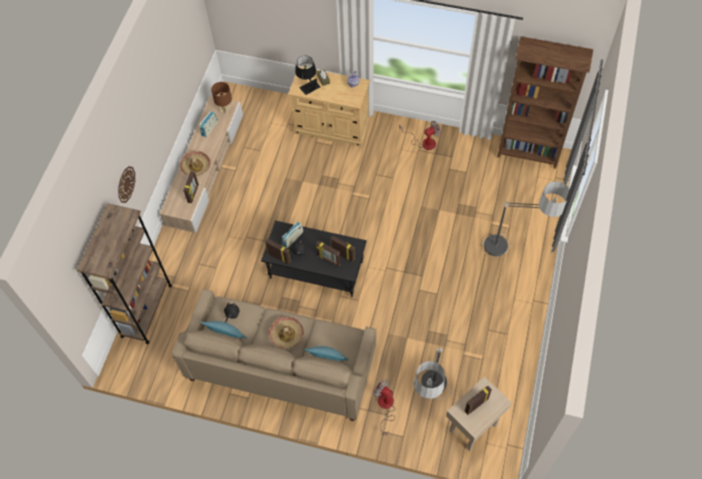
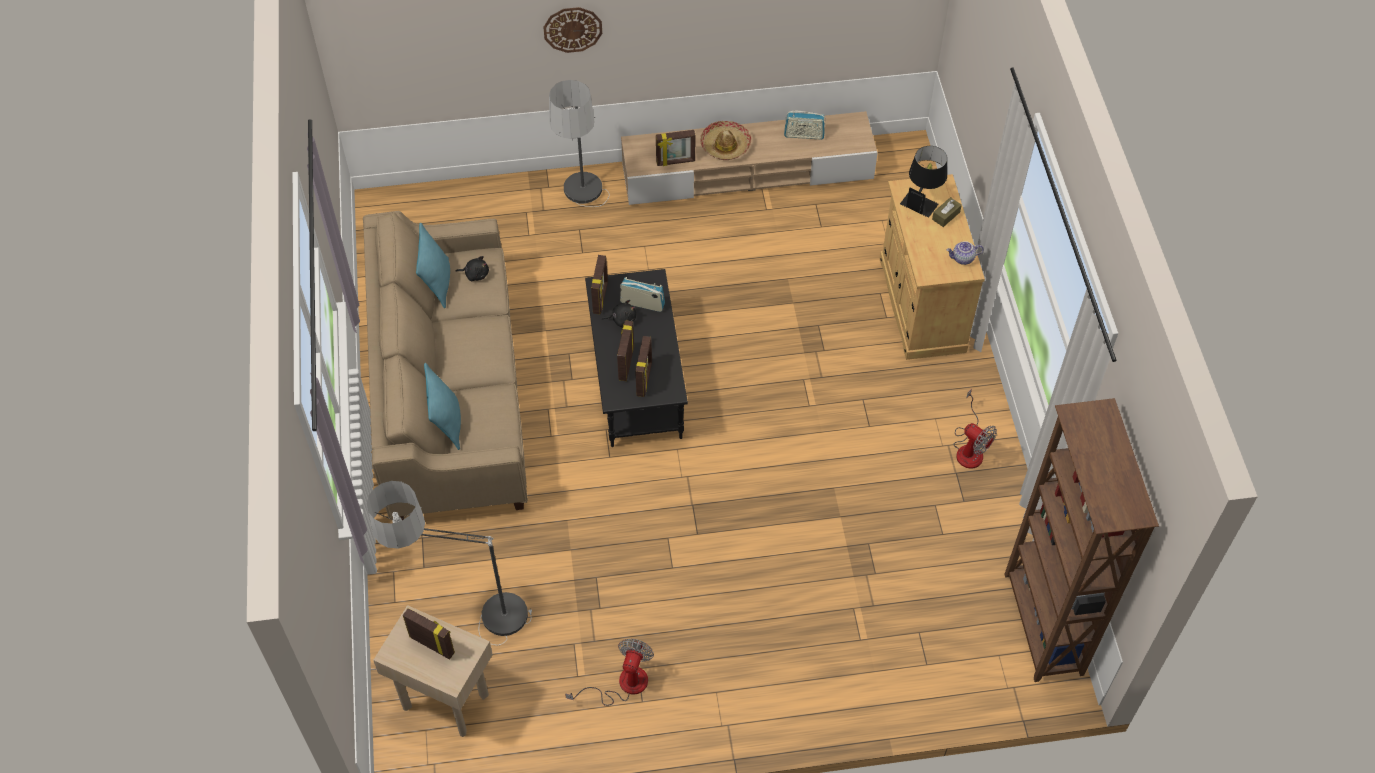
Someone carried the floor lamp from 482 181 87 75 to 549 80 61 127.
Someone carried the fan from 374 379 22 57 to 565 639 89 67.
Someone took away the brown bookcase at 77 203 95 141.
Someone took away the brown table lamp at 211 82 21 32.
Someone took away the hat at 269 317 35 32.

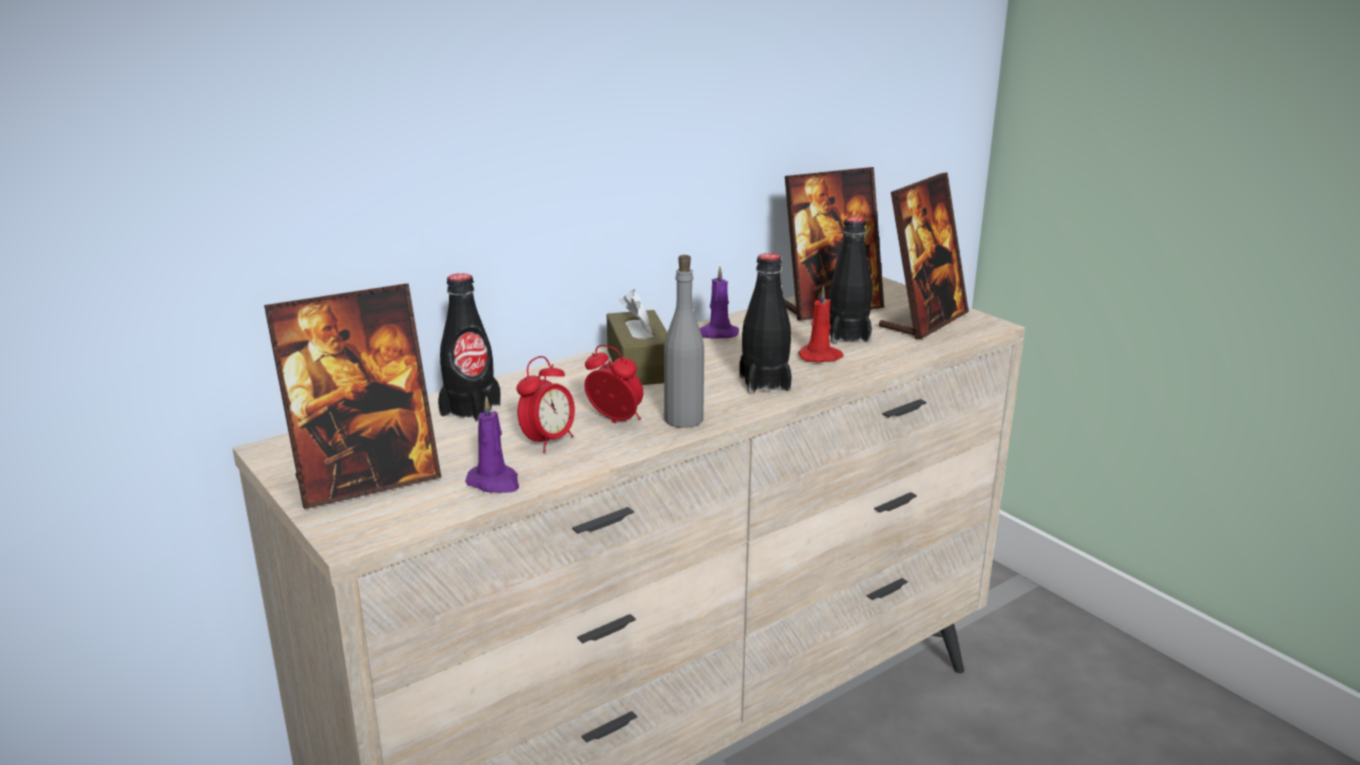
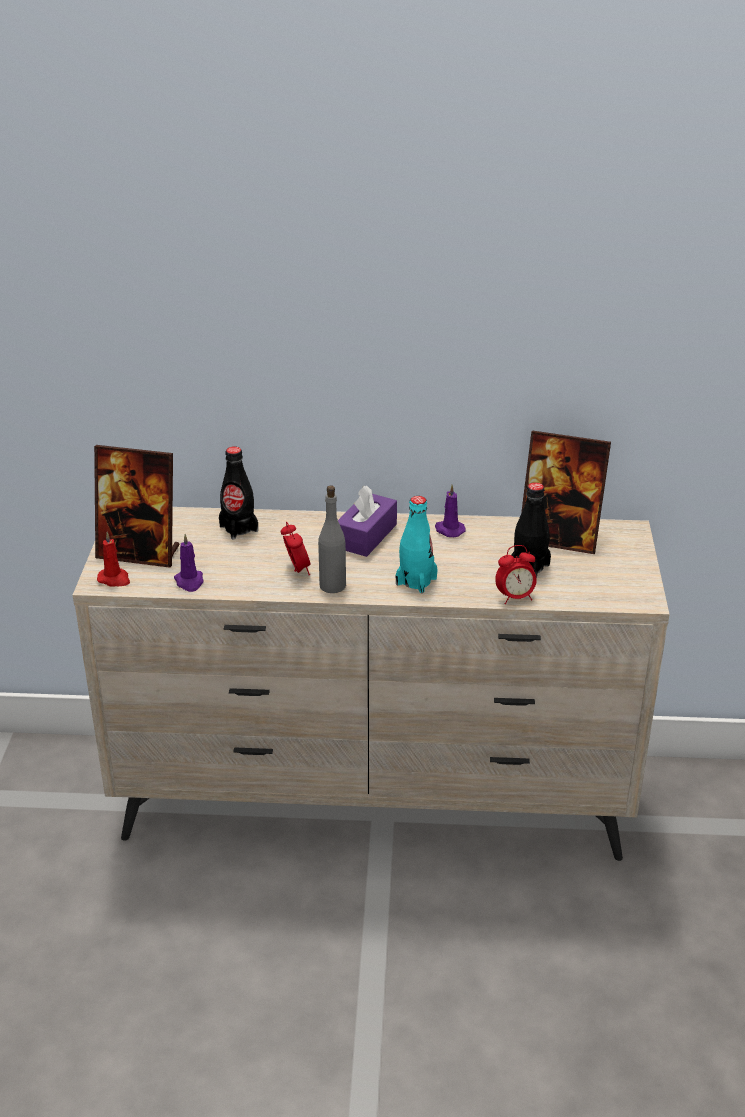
Someone carried the red candle from 798 286 46 76 to 97 532 33 55.
Someone repainted the brown tissue box at 607 289 60 96, which became the purple tissue box at 338 485 59 72.
Someone repainted the black bottle at 739 253 53 141, which became the turquoise bottle at 396 496 42 97.
Someone carried the alarm clock from 516 356 59 97 to 495 545 42 59.
Someone took away the picture frame at 879 172 90 167.

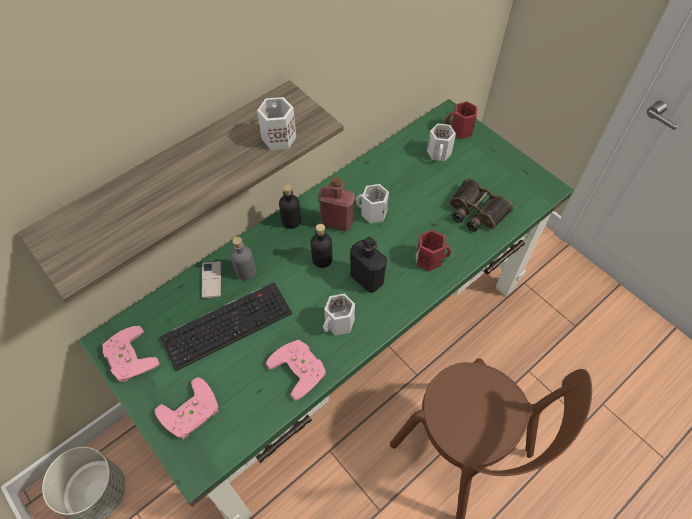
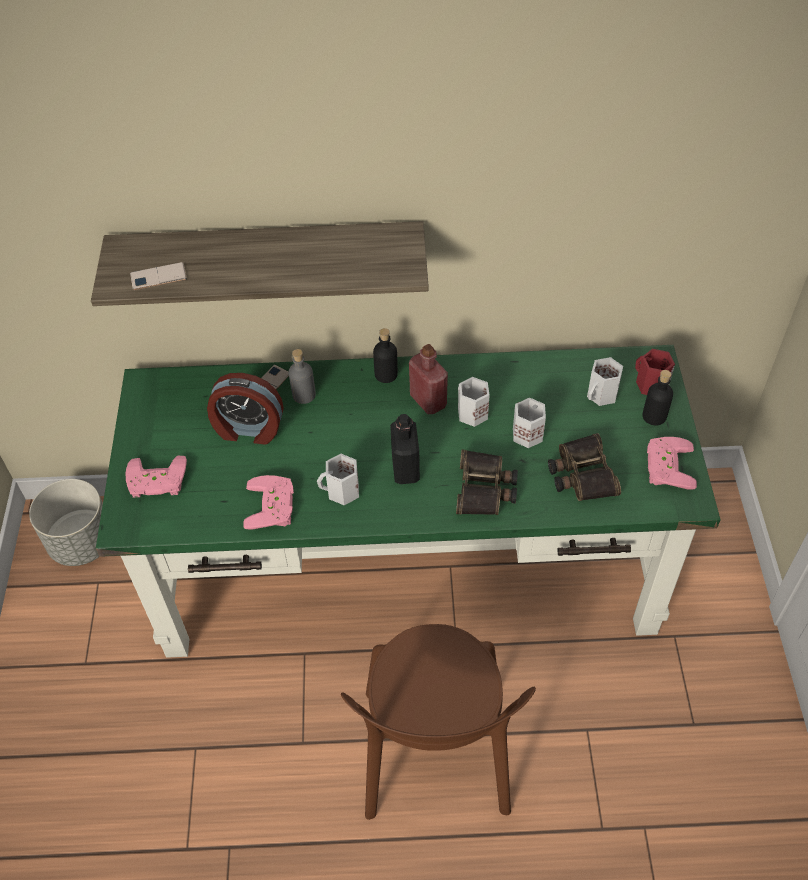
Someone put down the phone at 130 262 57 28.
Someone swapped the keyboard at 160 282 132 90 for the alarm clock at 207 373 77 72.
Someone swapped the red mug at 416 230 36 41 for the binoculars at 456 450 62 65.
Someone carried the white mug from 257 97 39 53 to 513 398 33 50.
Someone carried the black bottle from 311 224 22 44 to 642 370 31 56.
Someone carried the pink game controller from 102 326 58 56 to 647 437 50 53.

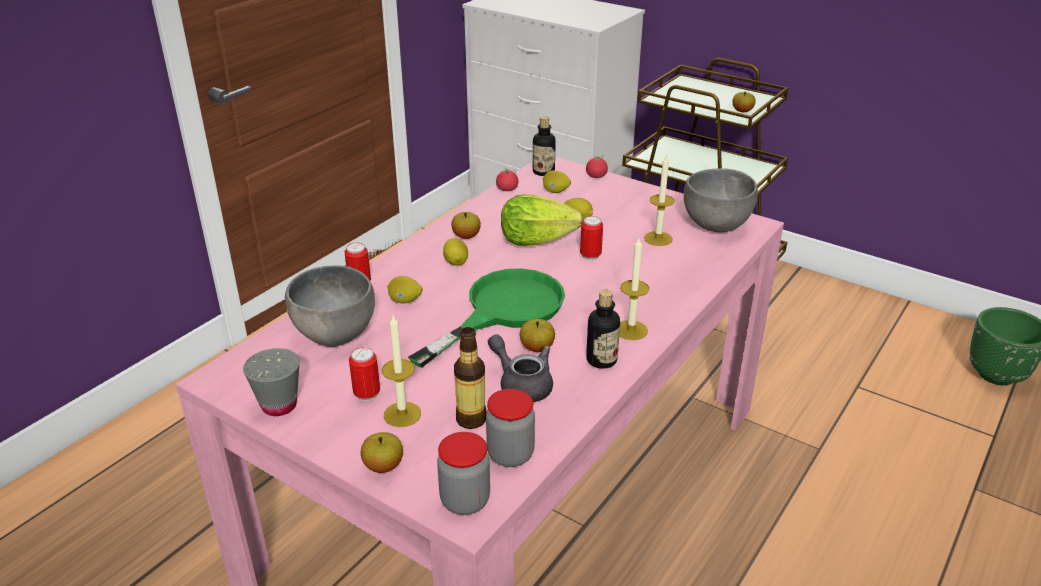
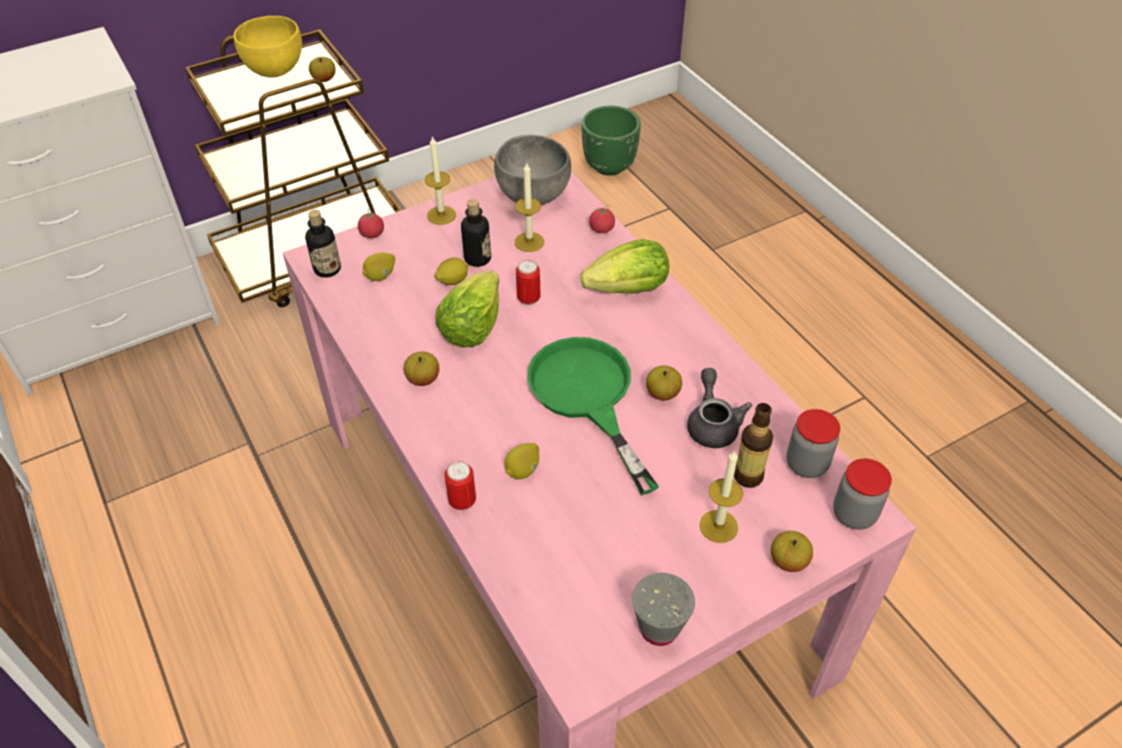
Someone put down the yellow bowl at 233 16 69 62.
Someone carried the candle from 619 238 30 102 to 425 135 31 90.
Someone carried the bottle from 586 289 34 80 to 461 199 30 68.
Someone put down the lettuce at 580 239 89 55.
Someone carried the tomato from 496 167 22 24 to 589 205 26 28.
Someone rotated the grey teapot at 488 334 65 68 by 105 degrees clockwise.
Someone took away the grey bowl at 285 266 90 81.
Someone took away the can at 349 347 31 54.
Someone took away the lemon at 443 238 25 28.

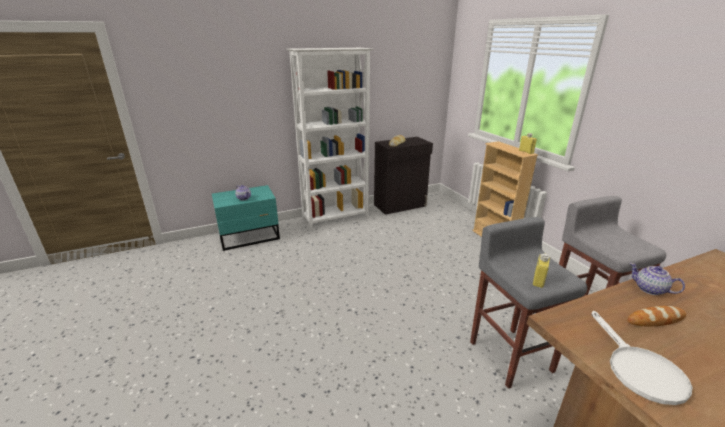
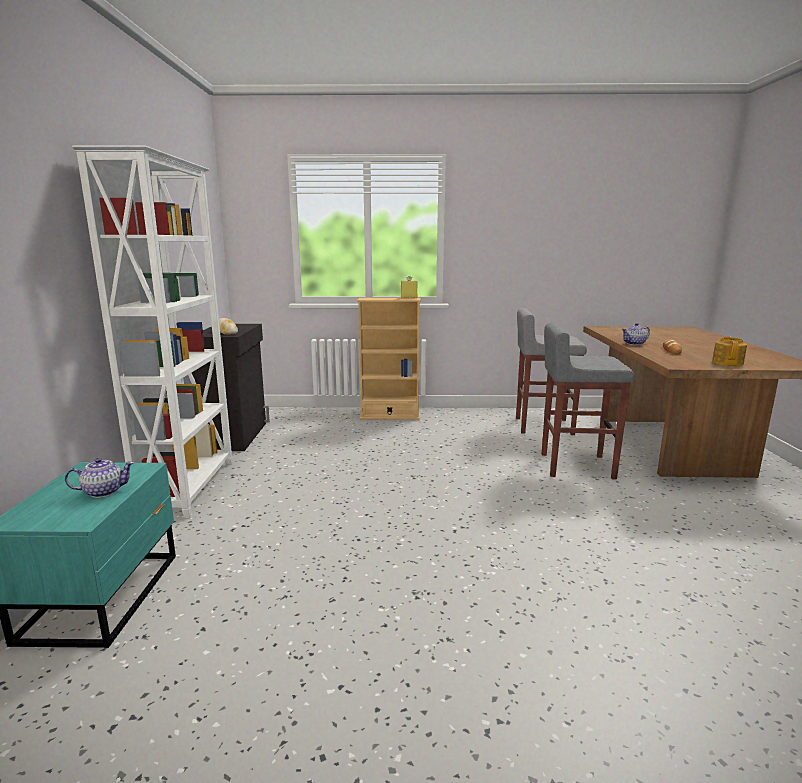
Someone swapped the white frying pan at 591 311 102 94 for the teapot at 712 336 35 30.
Someone took away the yellow bottle at 533 253 17 35.

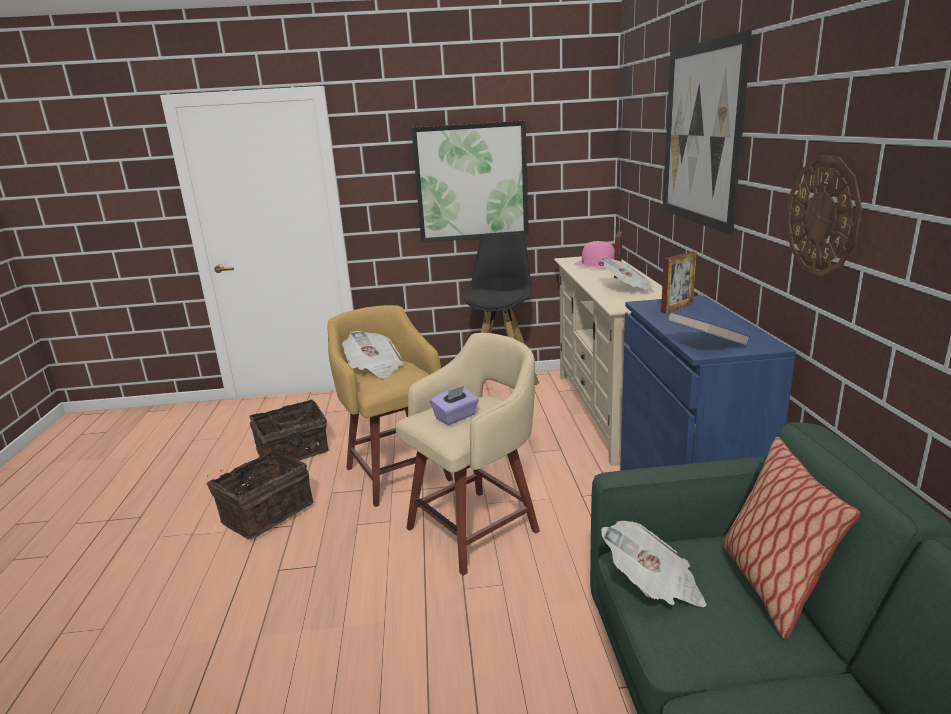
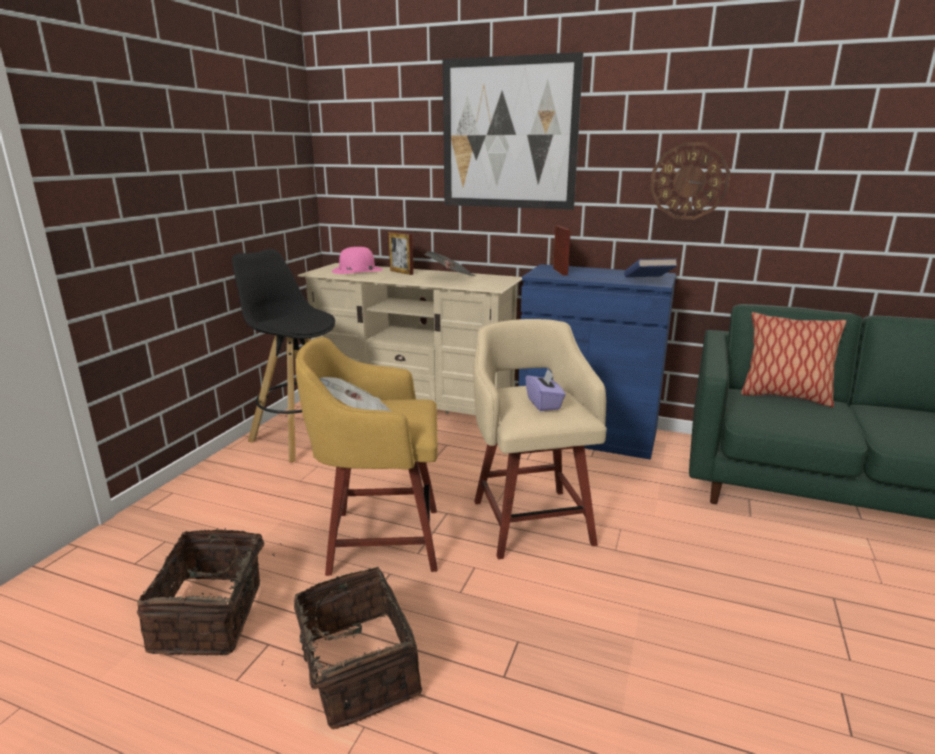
Someone took away the picture at 412 121 117 122.
Someone took away the newspaper at 601 521 106 86.

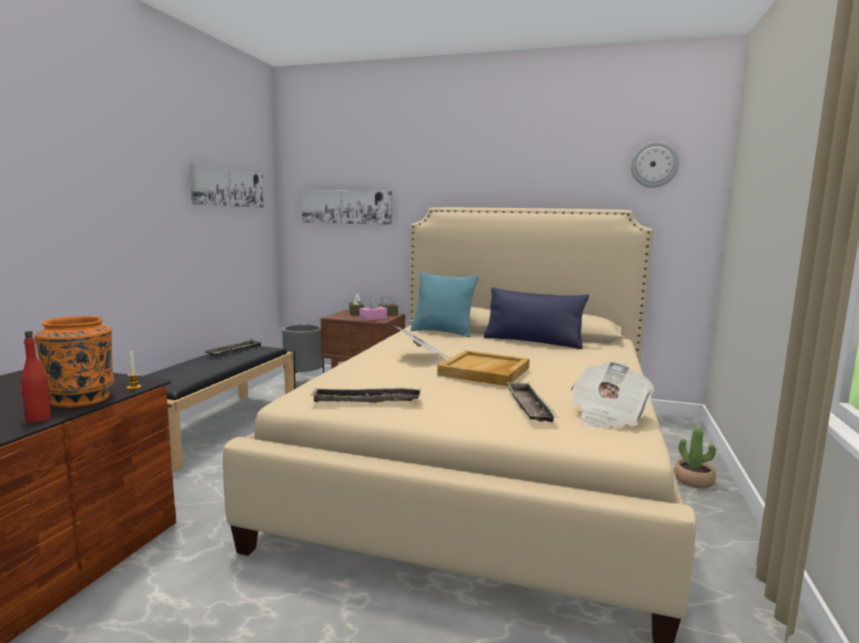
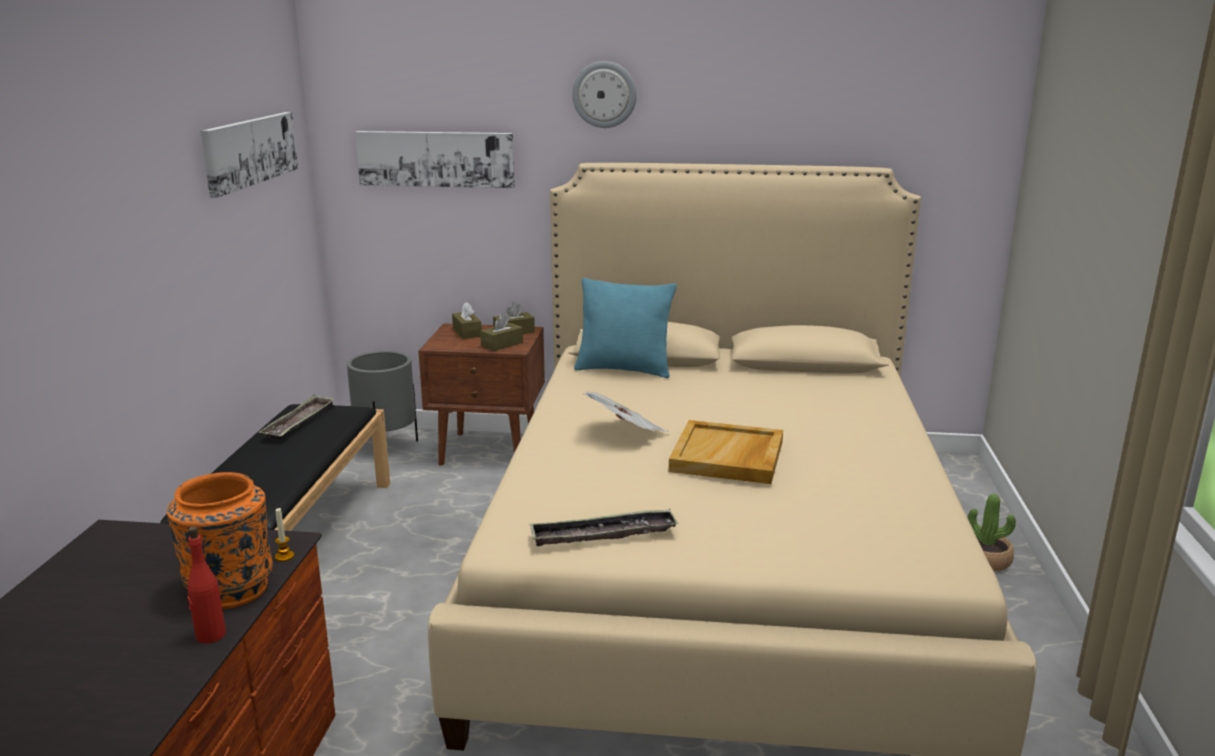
Someone repainted the pink tissue box at 360 298 27 23, which became the brown tissue box at 480 313 43 38.
Someone carried the wall clock from 631 141 48 47 to 572 61 65 67.
Someone took away the blue pillow at 484 287 105 62.
Someone took away the tray at 506 381 52 41.
Someone took away the newspaper at 571 362 83 66.

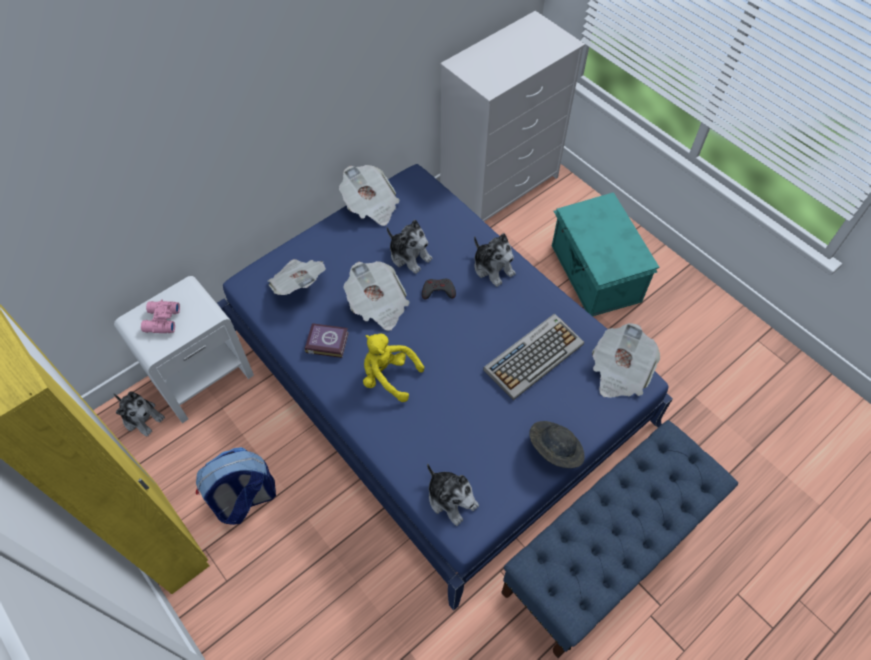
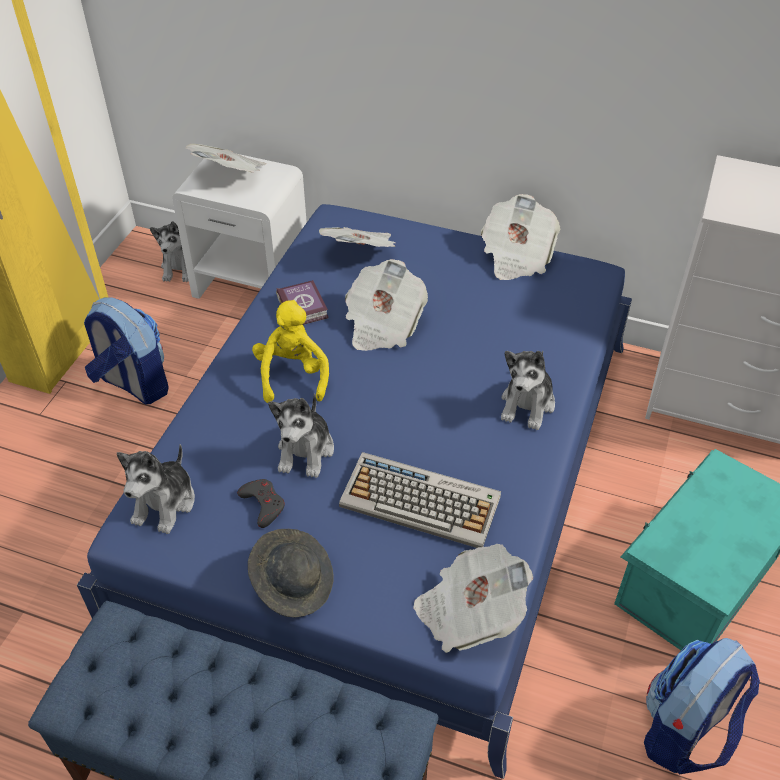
Someone swapped the pink binoculars at 141 299 39 34 for the newspaper at 186 143 80 30.
Someone carried the grey game controller from 422 279 34 20 to 237 479 48 49.
Someone carried the plush toy from 387 220 46 54 to 268 393 66 85.
Someone put down the backpack at 644 638 116 136.

